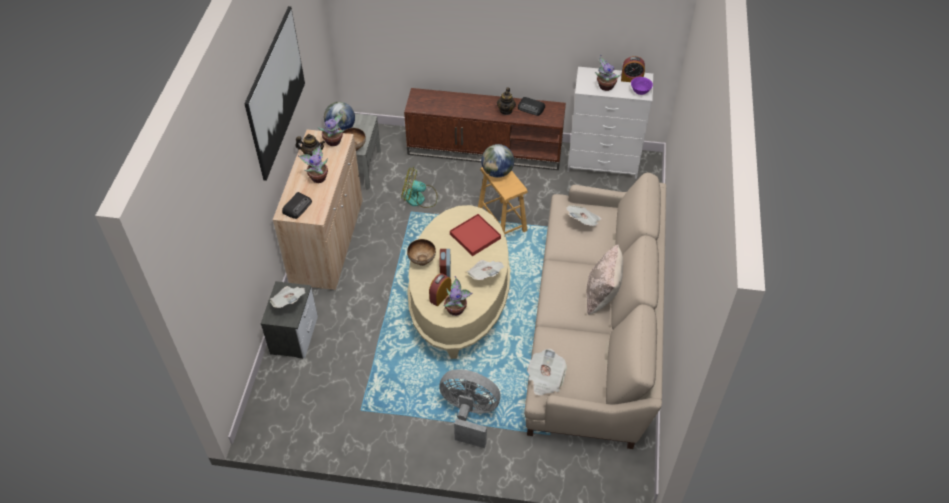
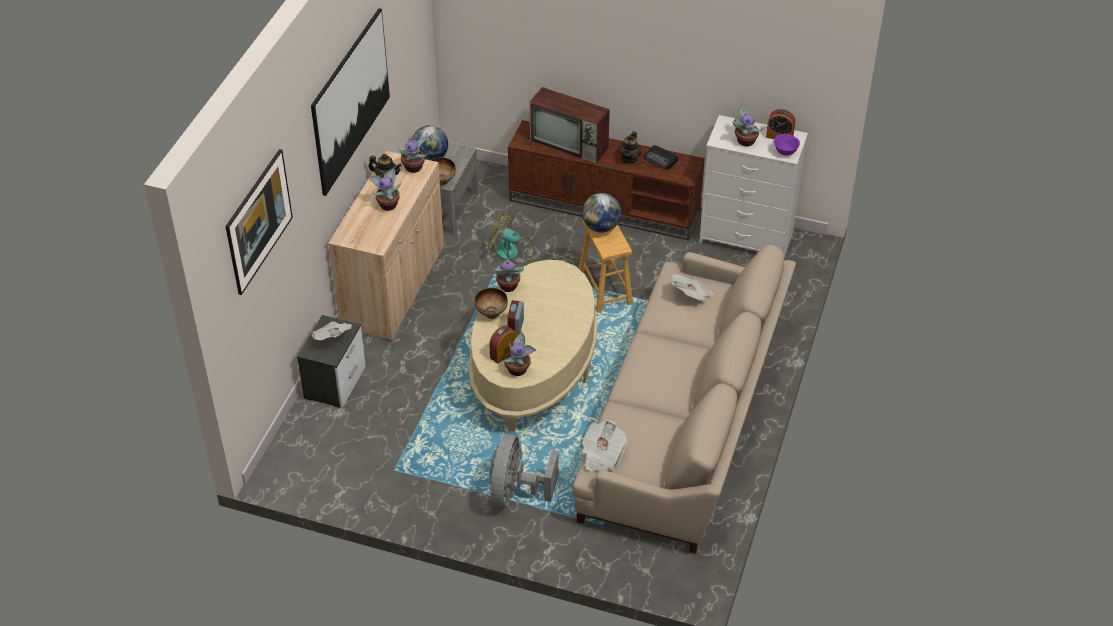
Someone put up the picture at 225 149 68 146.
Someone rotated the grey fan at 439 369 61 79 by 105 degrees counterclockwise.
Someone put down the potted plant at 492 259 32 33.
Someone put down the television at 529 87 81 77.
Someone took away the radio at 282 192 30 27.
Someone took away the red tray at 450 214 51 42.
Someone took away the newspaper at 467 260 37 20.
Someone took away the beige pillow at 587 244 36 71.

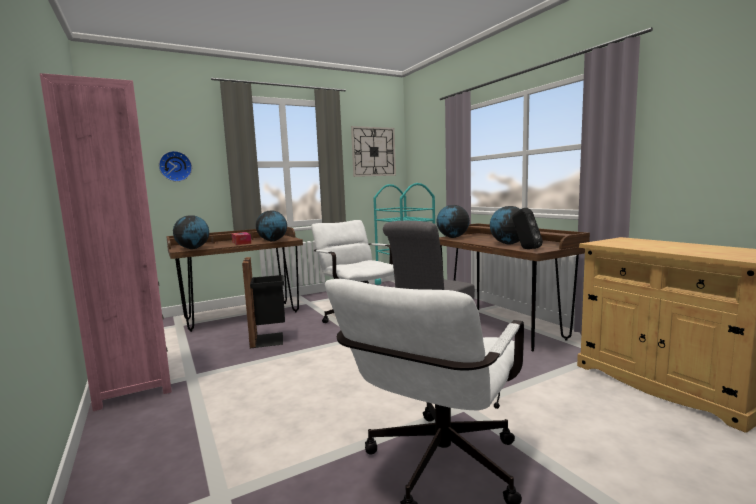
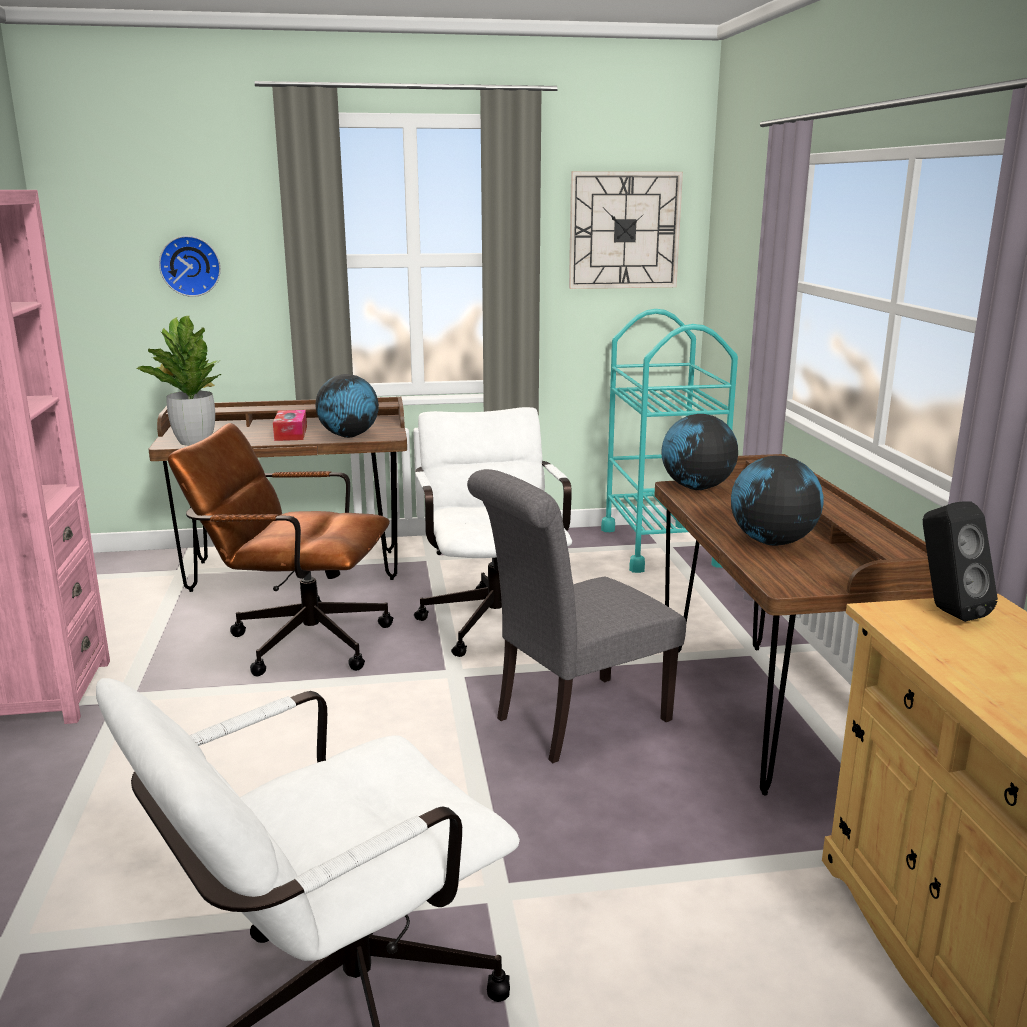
Someone swapped the globe at 173 215 36 34 for the potted plant at 136 316 85 130.
Someone swapped the black trash can at 242 257 43 91 for the brown office chair at 168 423 225 253.
Someone carried the black speaker from 512 208 31 41 to 923 501 75 121.

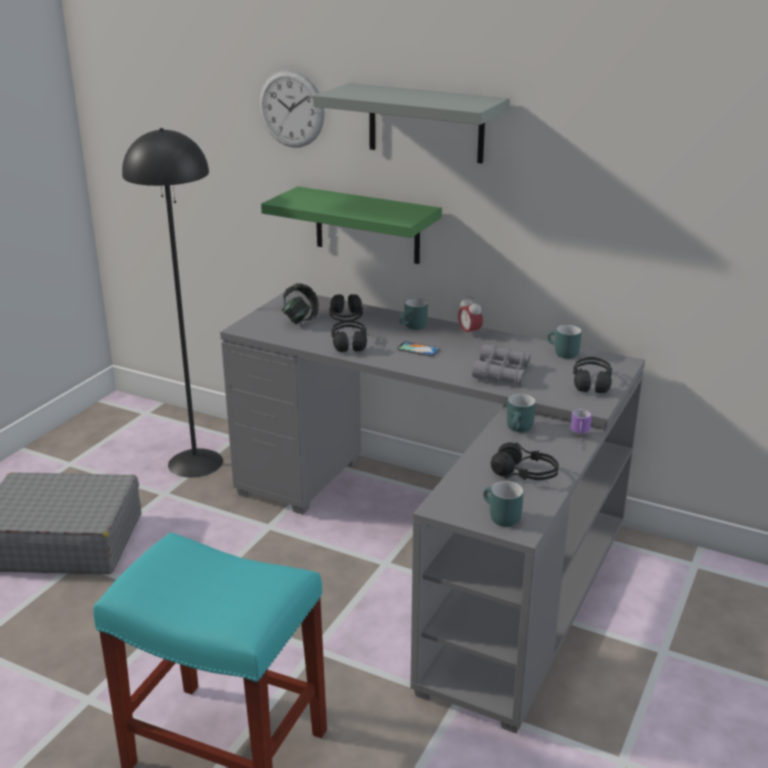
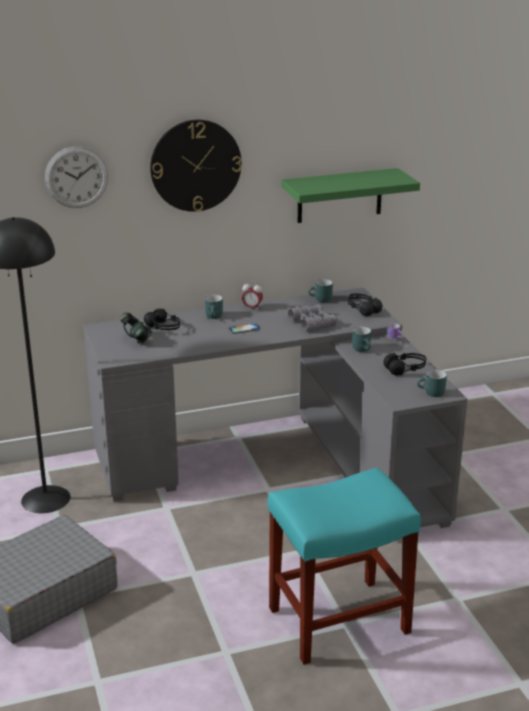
Someone swapped the grey shelf at 313 83 197 80 for the wall clock at 150 120 92 92.
Someone carried the green shelf from 261 186 181 78 to 282 168 138 55.
Someone took away the black headphones at 331 320 36 32.

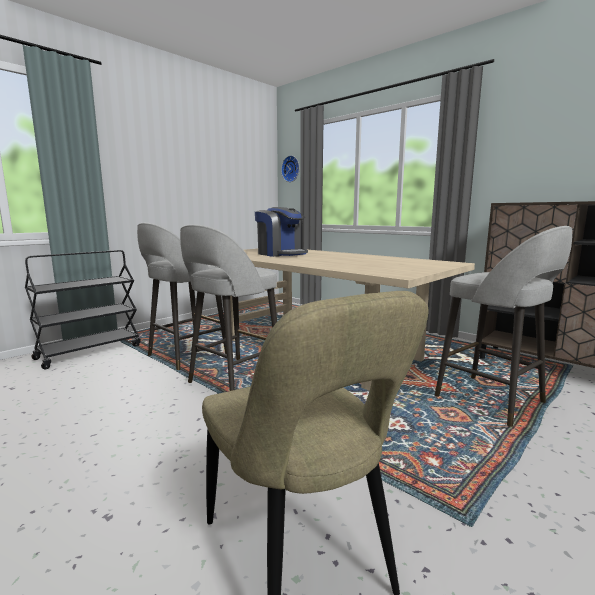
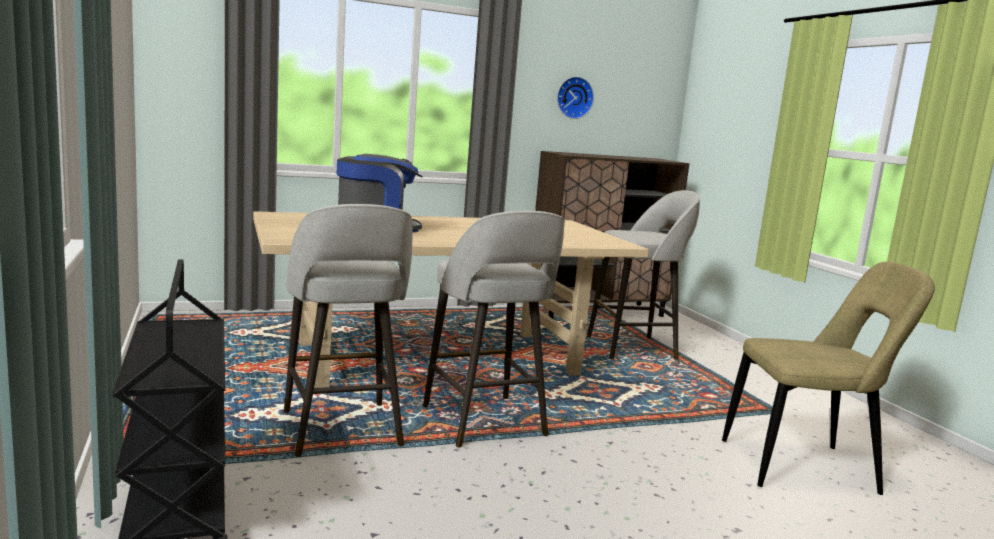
Someone carried the wall clock from 281 156 19 26 to 557 77 37 42.

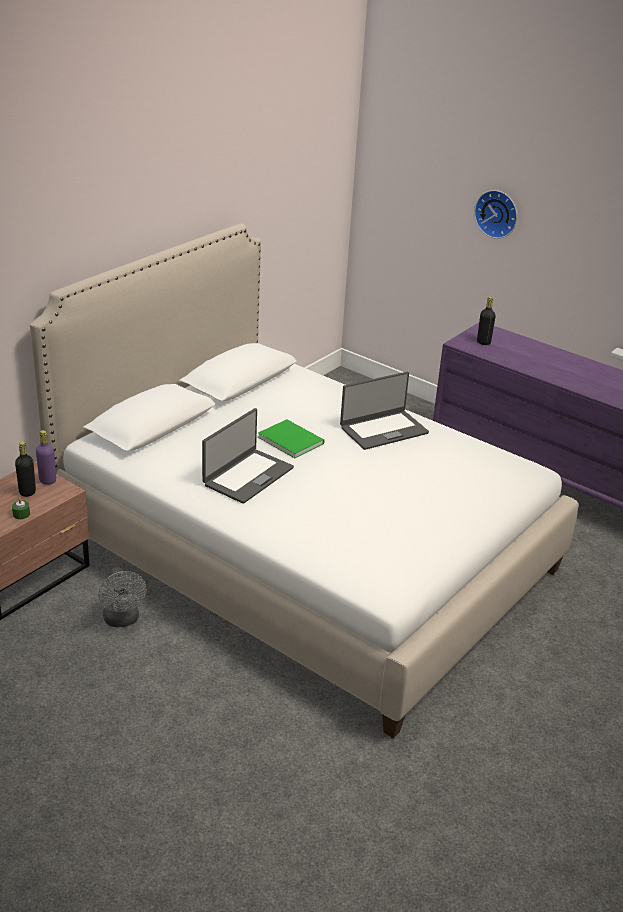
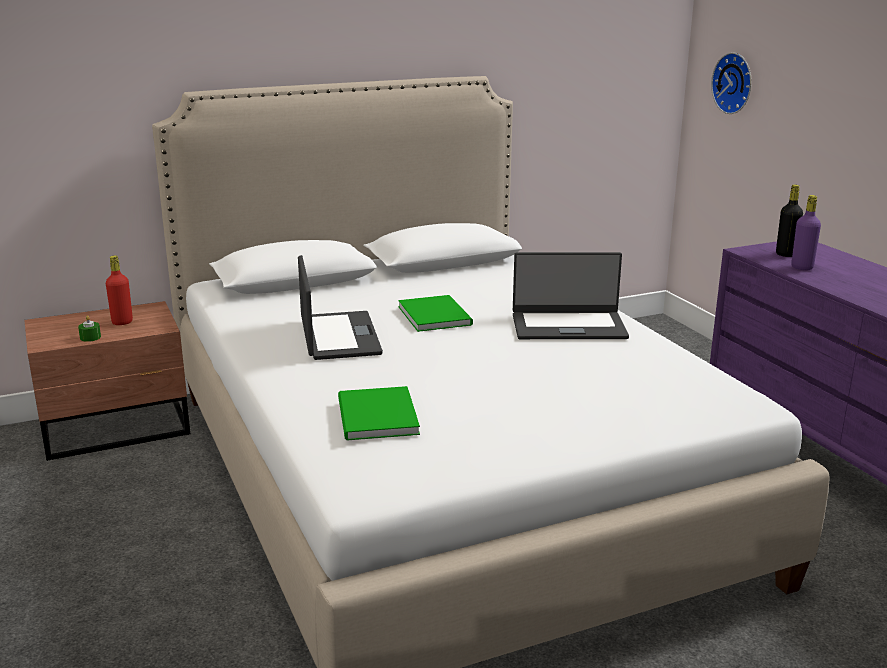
Someone repainted the black bottle at 15 441 21 56, which became the red bottle at 106 255 27 70.
Someone rotated the laptop at 202 408 92 96 by 75 degrees counterclockwise.
Someone put down the green book at 338 386 82 54.
Someone carried the wall clock from 474 190 43 49 to 711 52 41 62.
Someone carried the purple bottle from 36 430 20 55 to 791 195 30 75.
Someone took away the grey fan at 98 567 49 60.

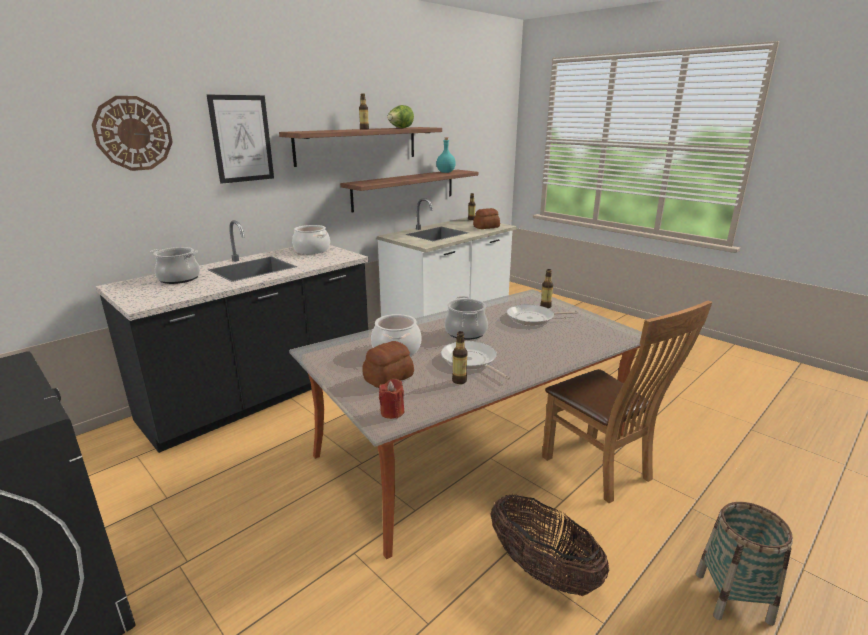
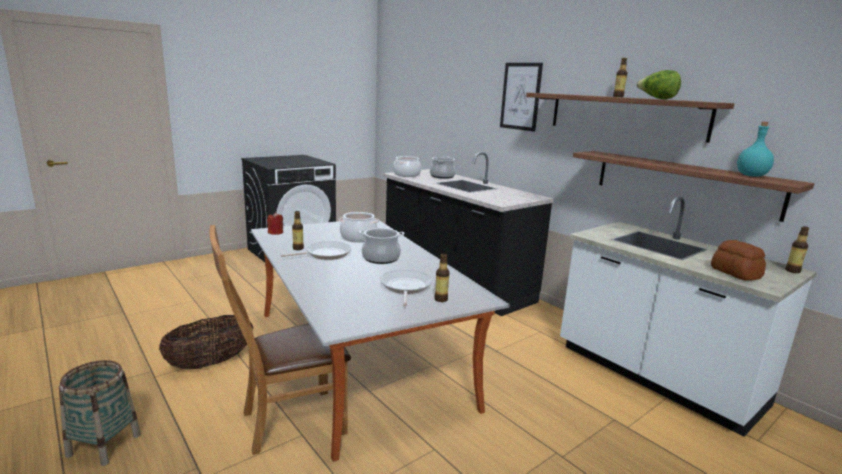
Someone carried the cooking pot from 292 225 38 29 to 393 156 28 21.
Someone took away the wall clock at 92 96 81 75.
Someone took away the bread at 362 341 52 47.

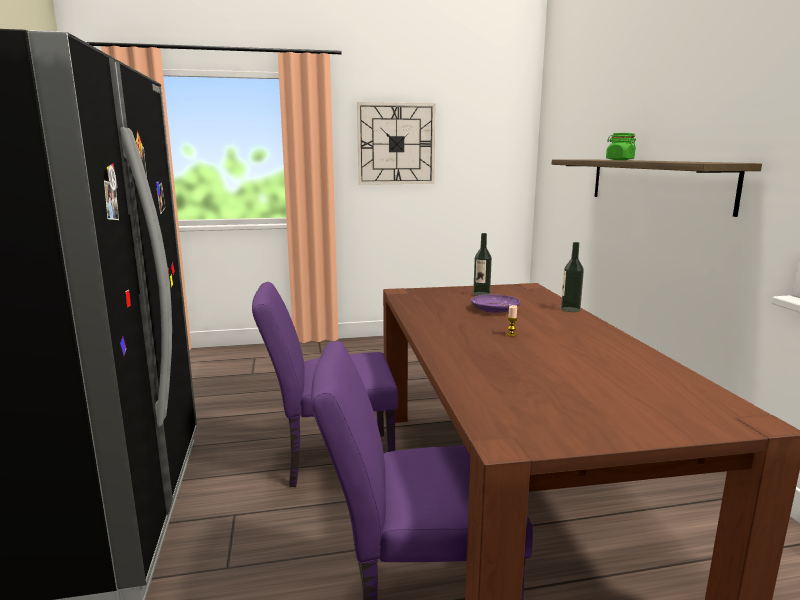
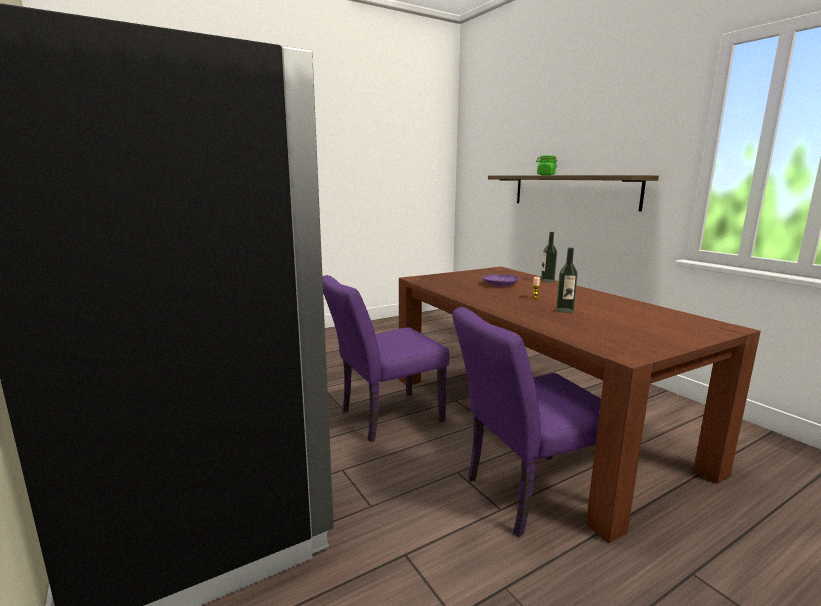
Someone carried the bottle from 473 233 19 63 to 556 248 22 65.
Someone took away the wall clock at 357 102 79 83.

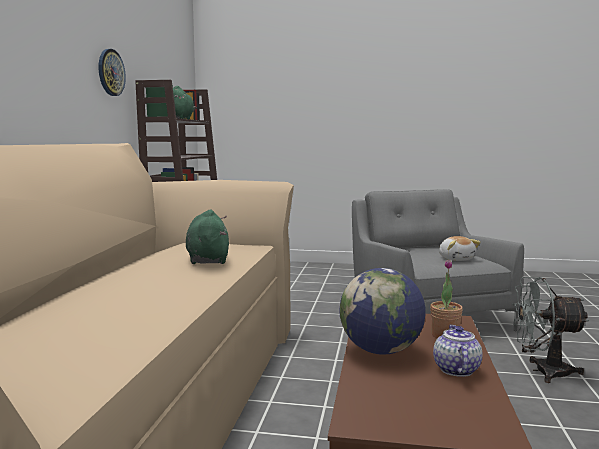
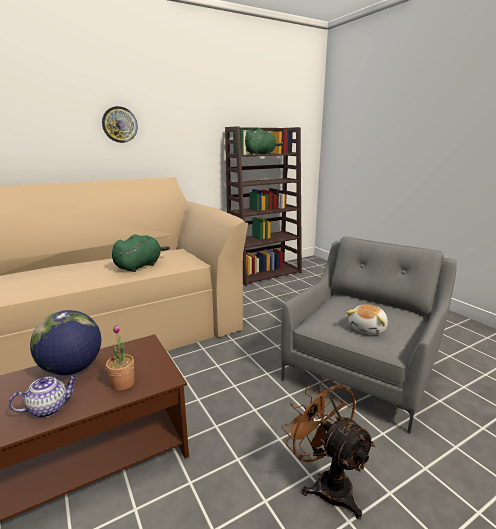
Someone carried the wall clock from 98 49 28 47 to 102 106 36 37.
Someone repainted the grey fan at 512 277 77 106, which became the brown fan at 282 377 94 142.

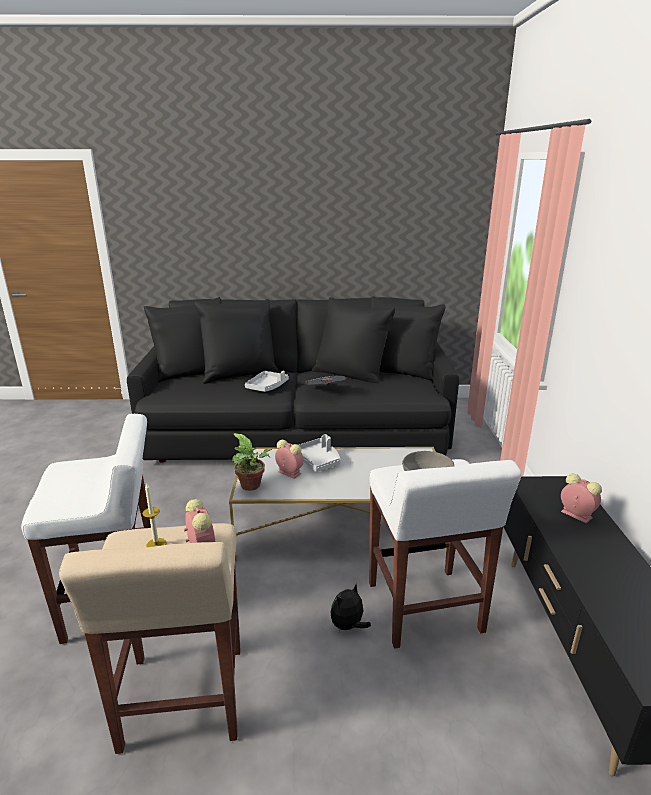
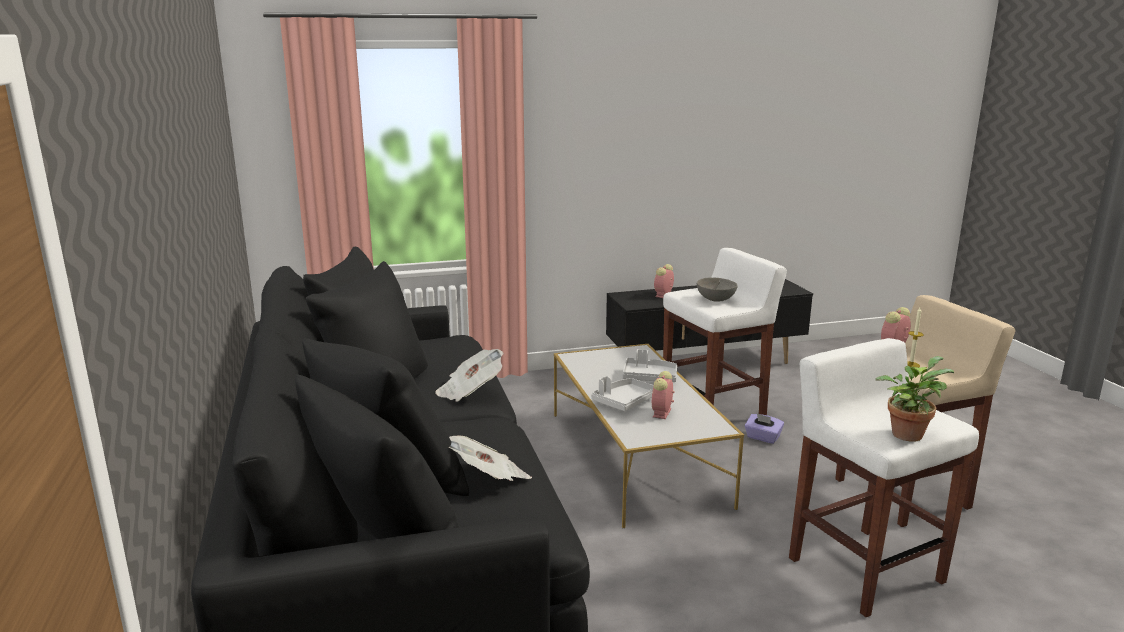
Someone put down the newspaper at 449 435 83 46.
Someone carried the grey tray from 245 371 44 21 to 622 349 55 33.
Someone swapped the plush toy at 331 584 40 47 for the purple tissue box at 745 413 39 31.
Someone carried the potted plant from 232 433 40 58 to 875 356 79 86.

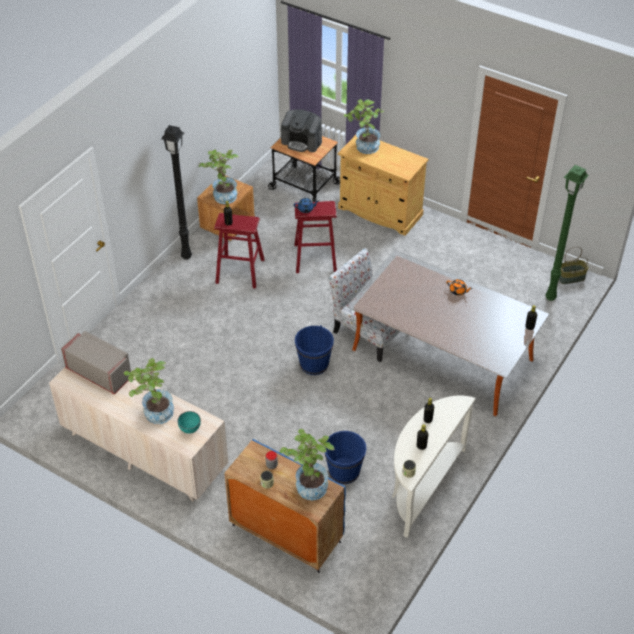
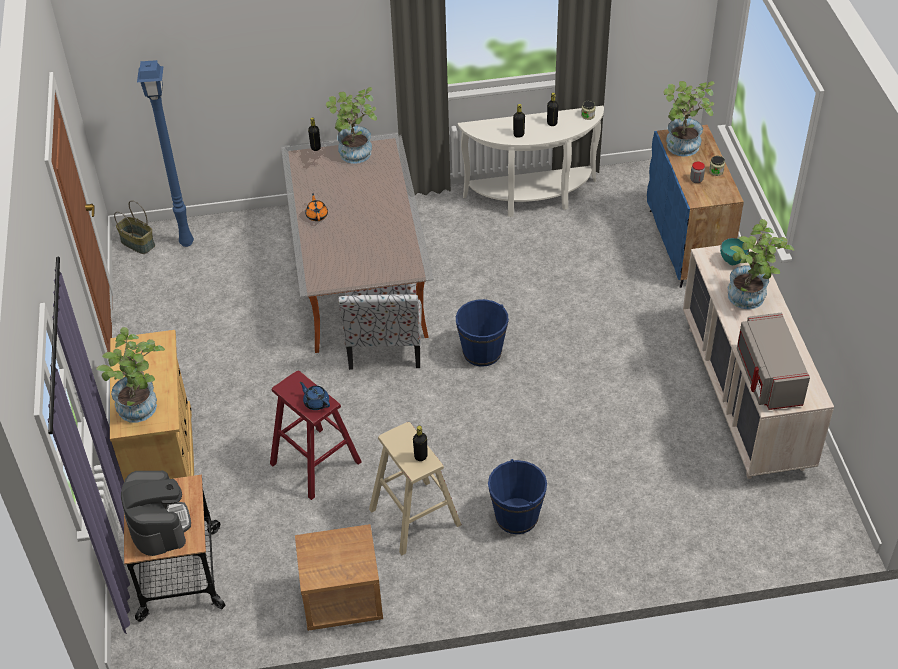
Someone repainted the green floor lamp at 545 165 44 136, which became the blue floor lamp at 137 60 57 187.
Someone carried the potted plant from 199 150 40 54 to 326 87 51 77.
Someone repainted the red stool at 214 213 51 76, which became the beige stool at 369 422 93 133.
Someone carried the blue bucket from 325 431 41 53 to 488 459 59 75.
Someone took away the black floor lamp at 161 125 31 135.

